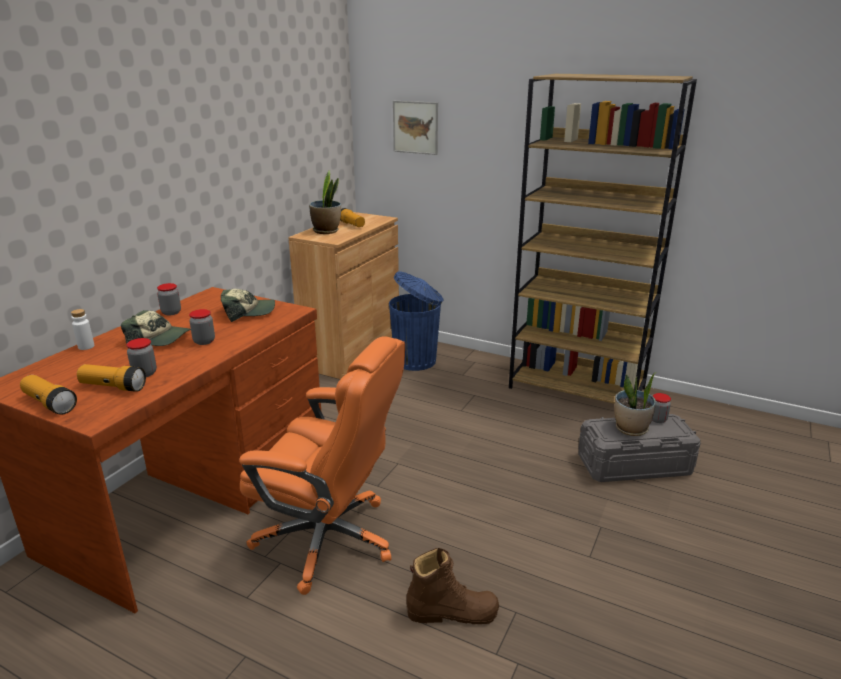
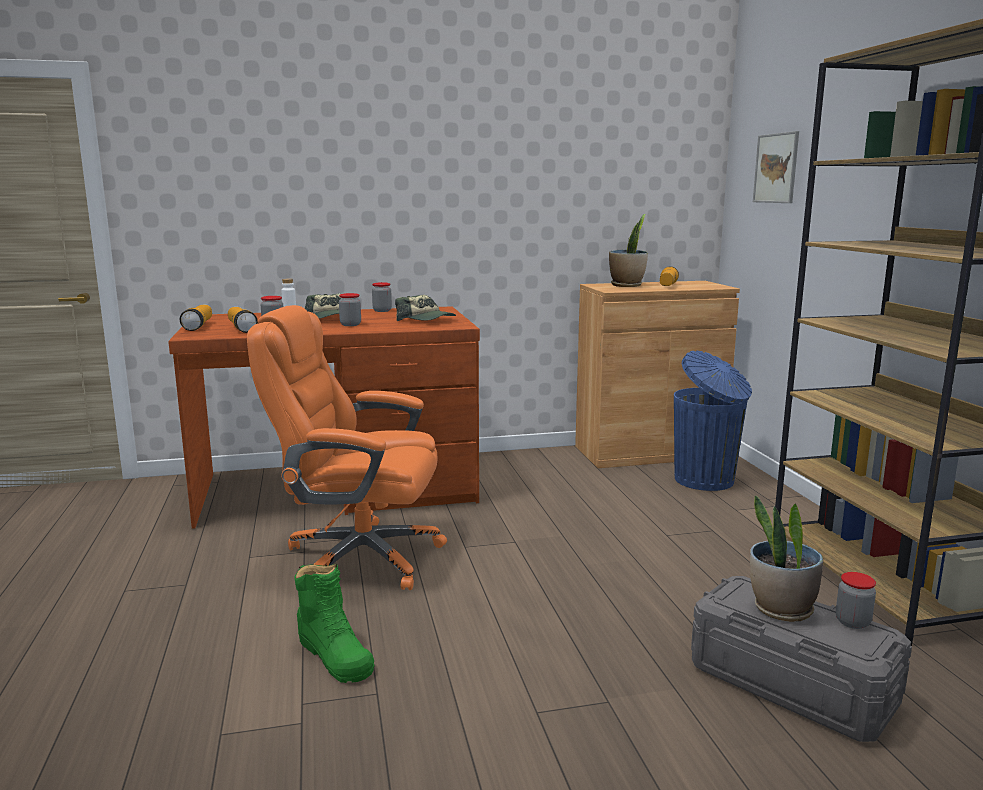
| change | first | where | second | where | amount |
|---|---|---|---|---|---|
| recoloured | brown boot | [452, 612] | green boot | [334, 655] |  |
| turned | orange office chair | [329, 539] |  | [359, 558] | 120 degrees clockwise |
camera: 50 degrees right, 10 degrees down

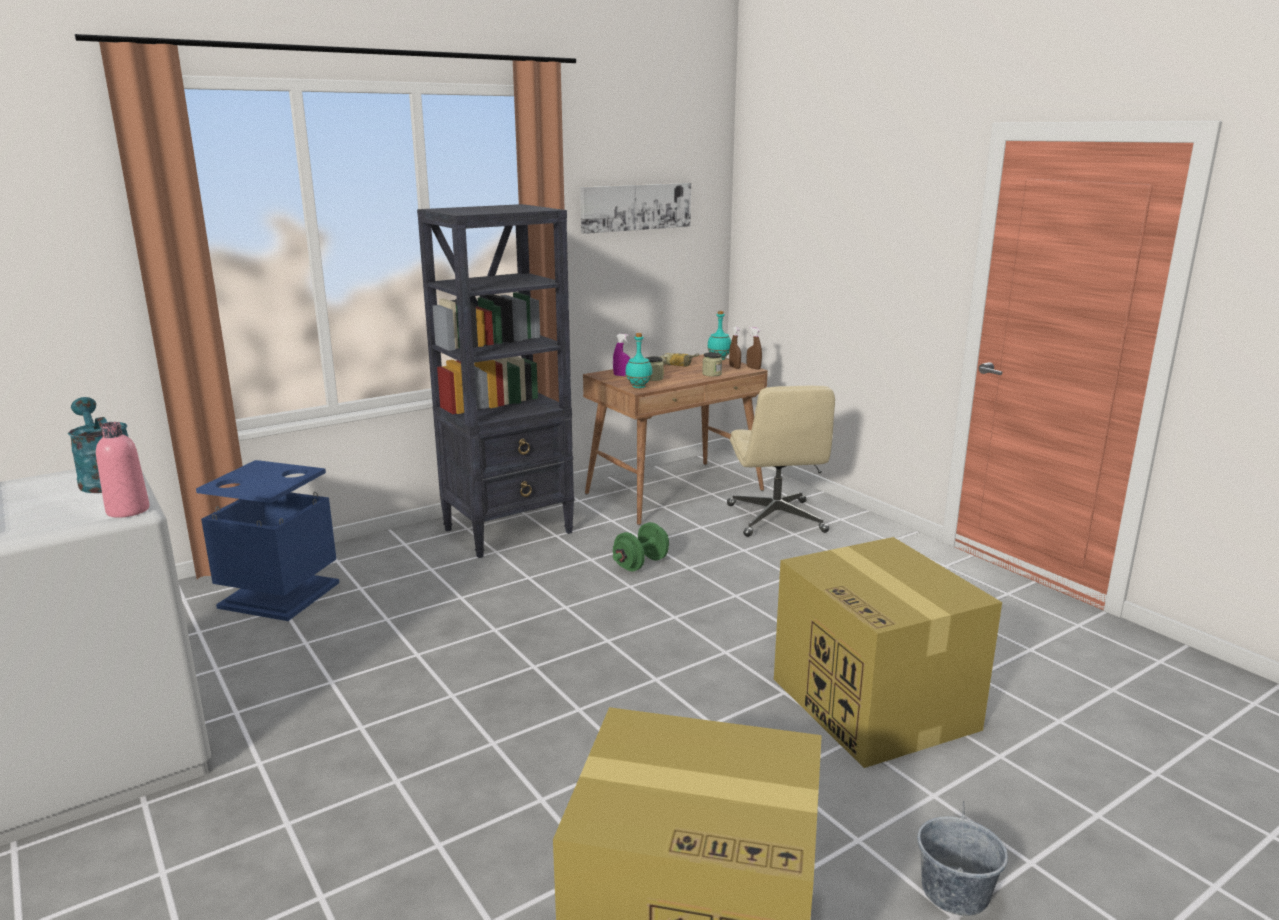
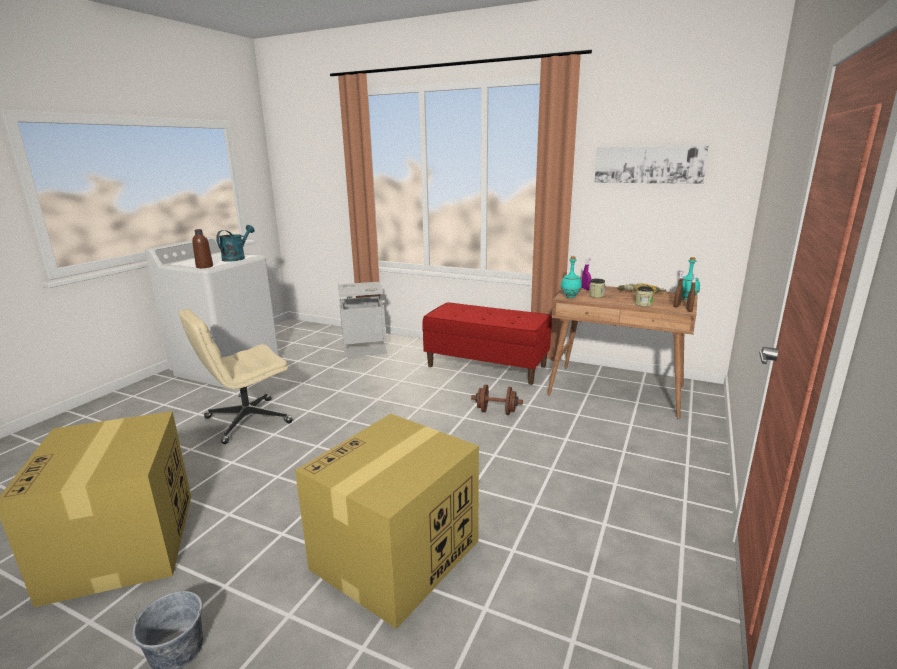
| change | first | where | second | where | amount |
|---|---|---|---|---|---|
| moved | beige office chair | [776, 519] |  | [247, 421] |  |
| replaced | black bookcase | [509, 531] | red bench | [487, 366] |  |
| recoloured | pink bottle | [128, 510] | brown bottle | [204, 266] |  |
| recoloured | blue trash can | [281, 595] | grey trash can | [364, 348] |  |
| recoloured | green dumbbell | [641, 564] | brown dumbbell | [496, 412] |  |
camera: 60 degrees right, 0 degrees up

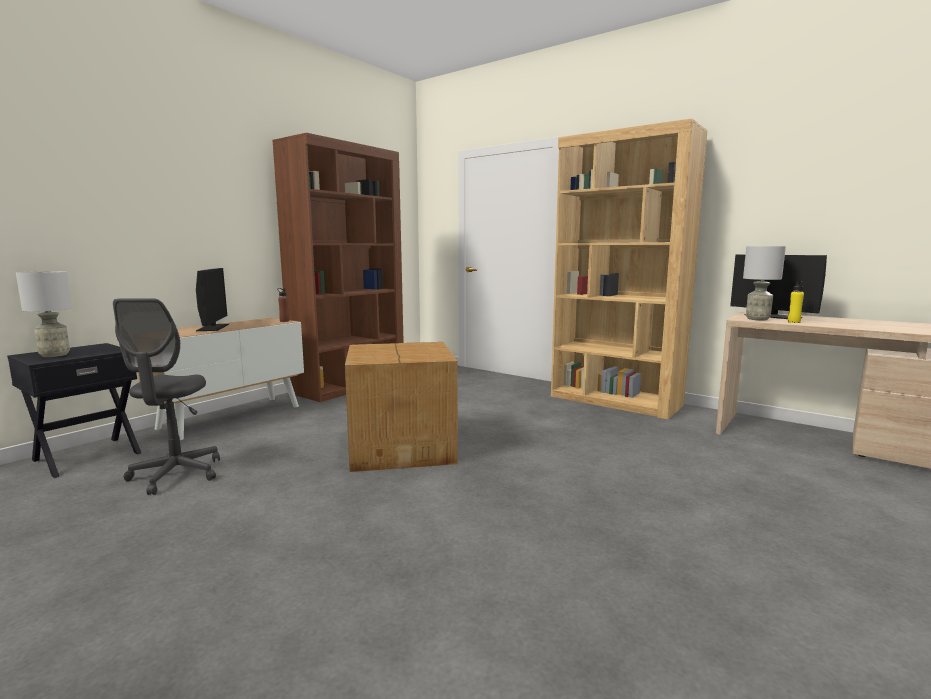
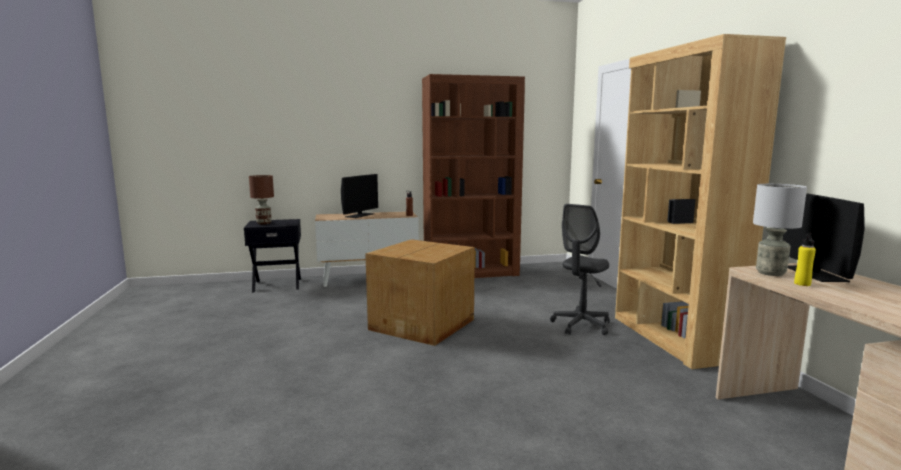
| change | first | where | second | where | amount |
|---|---|---|---|---|---|
| moved | grey office chair | [176, 475] |  | [581, 325] |  |
| recoloured | grey table lamp | [55, 355] | brown table lamp | [264, 223] |  |
camera: 40 degrees right, 0 degrees up

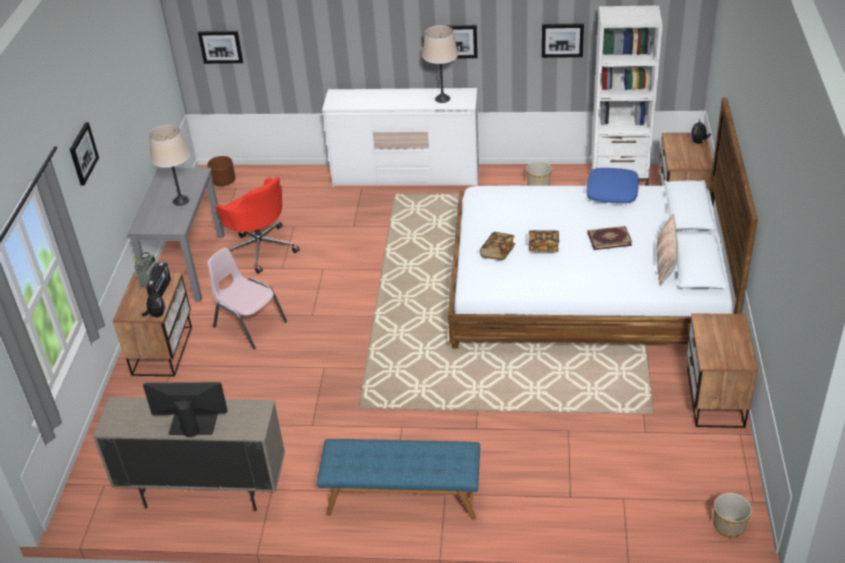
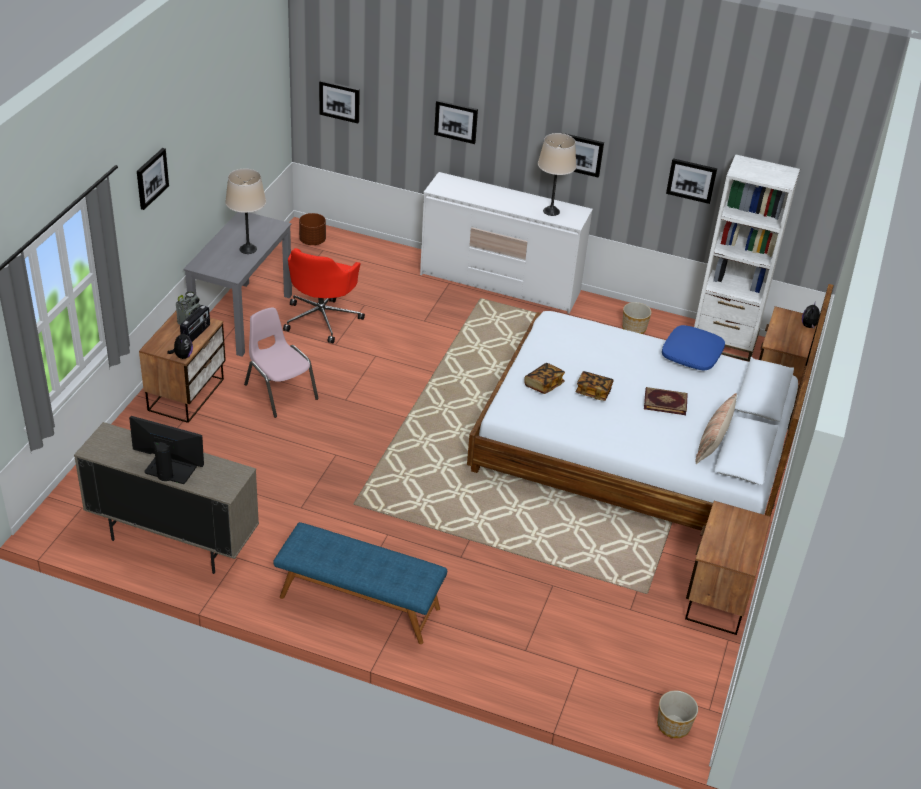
| change | first | where | second | where | amount |
|---|---|---|---|---|---|
| added |  |  | picture | [456, 121] |  |
| turned | red office chair | [260, 248] |  | [322, 318] | 45 degrees clockwise |
camera: 10 degrees right, 0 degrees up

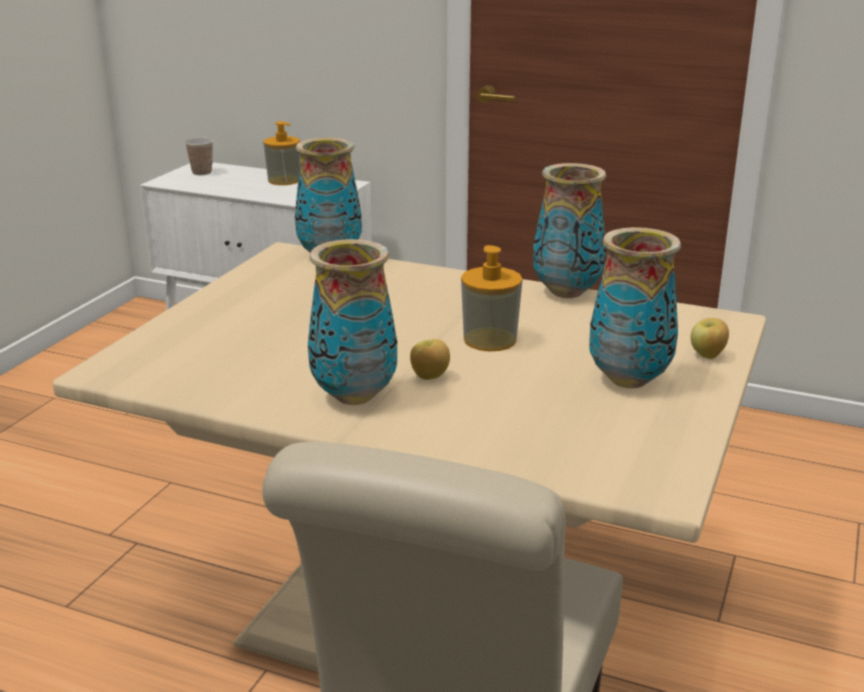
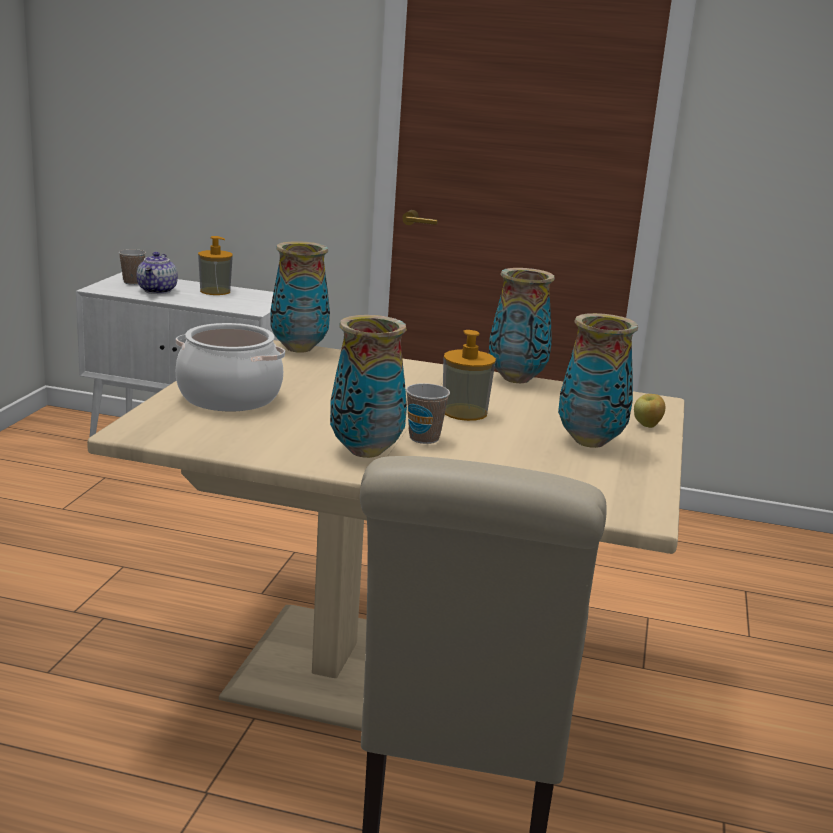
| change | first | where | second | where | amount |
|---|---|---|---|---|---|
| added |  |  | teapot | [158, 291] |  |
| added |  |  | cooking pot | [228, 397] |  |
| replaced | apple | [429, 377] | cup | [424, 438] |  |
camera: 10 degrees left, 5 degrees down

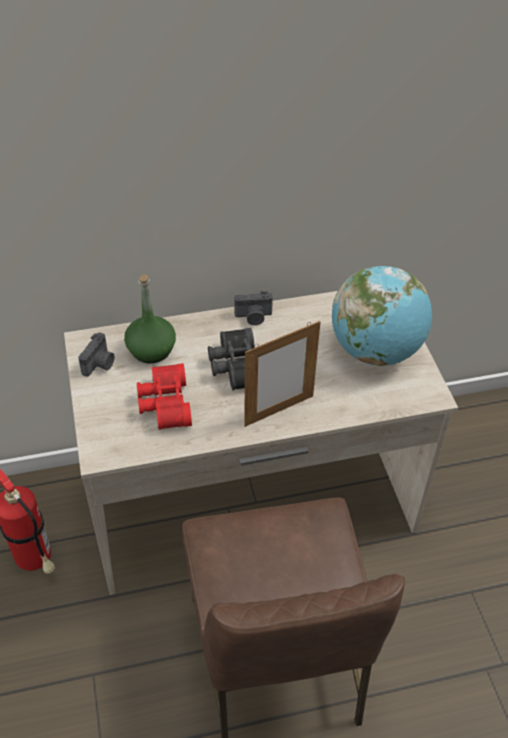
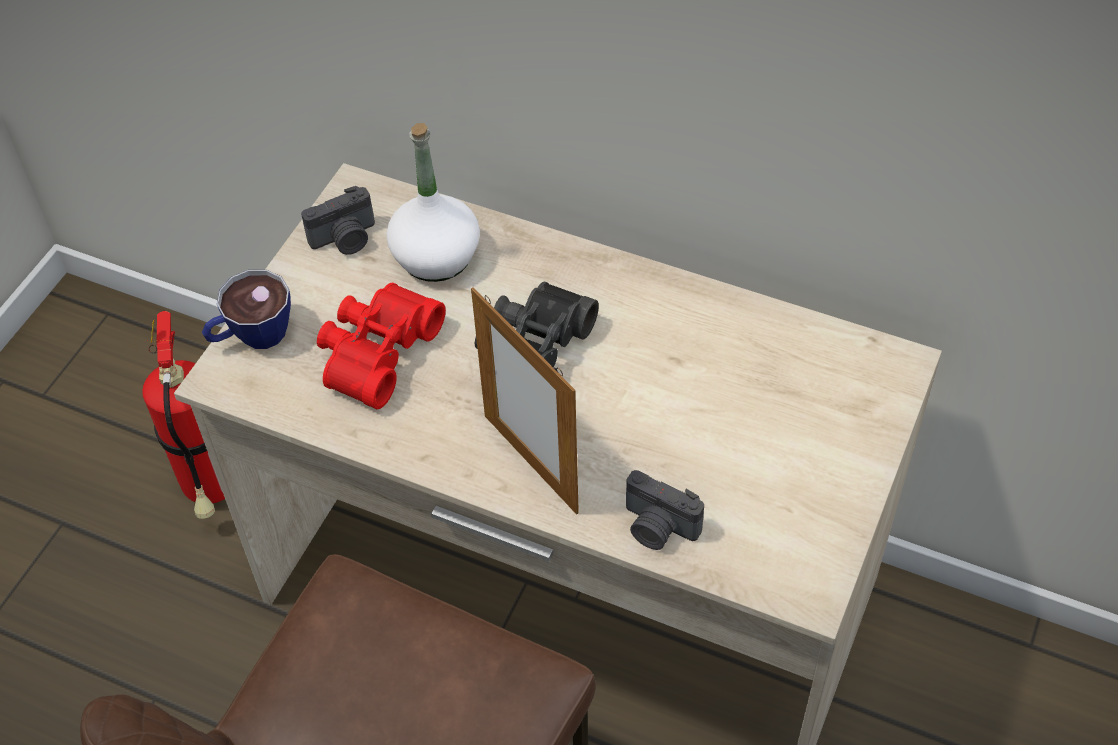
| change | first | where | second | where | amount |
|---|---|---|---|---|---|
| removed | globe | [376, 351] |  |  |  |
| added |  |  | cup | [252, 336] |  |
| moved | photo camera | [253, 317] |  | [657, 528] |  |
| recoloured | green bottle | [151, 350] | white bottle | [436, 257] |  |
| turned | picture frame | [279, 410] |  | [530, 463] | 45 degrees clockwise |
camera: 40 degrees right, 5 degrees up

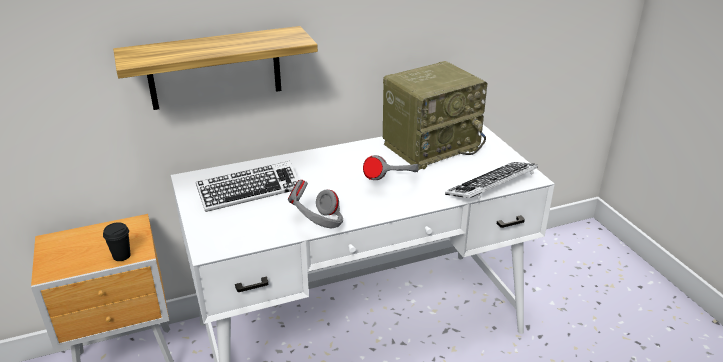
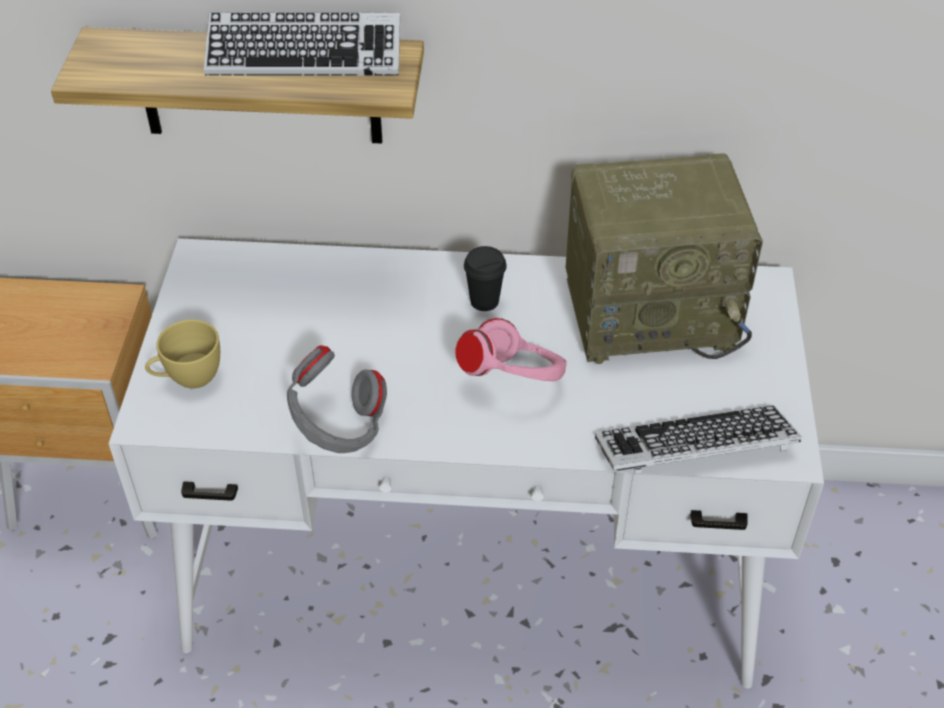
| change | first | where | second | where | amount |
|---|---|---|---|---|---|
| added |  |  | yellow cup | [188, 378] |  |
| moved | black cup | [122, 256] |  | [484, 301] |  |
| moved | keyboard | [249, 191] |  | [304, 56] |  |
| recoloured | grey headphones | [390, 185] | pink headphones | [513, 381] |  |
camera: 25 degrees right, 15 degrees up

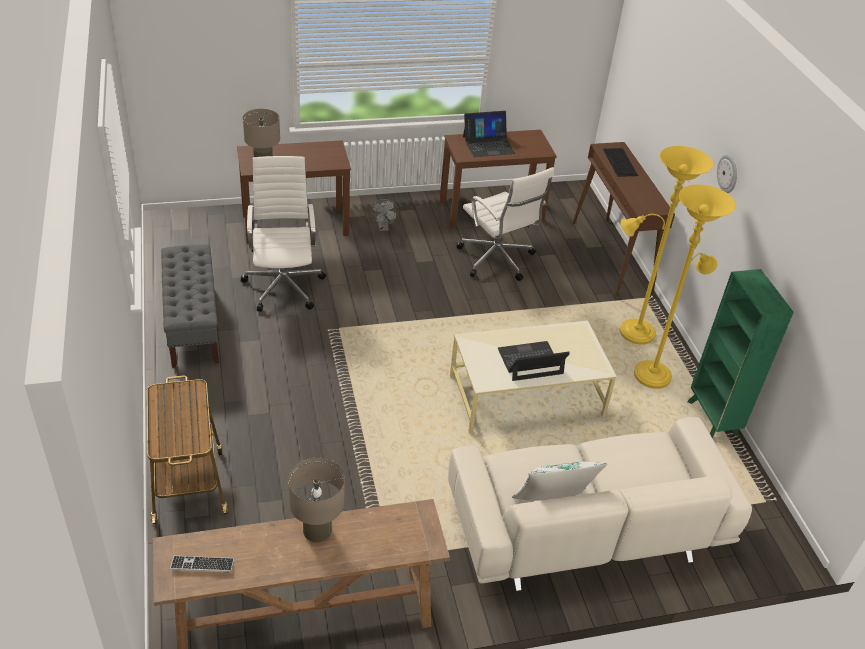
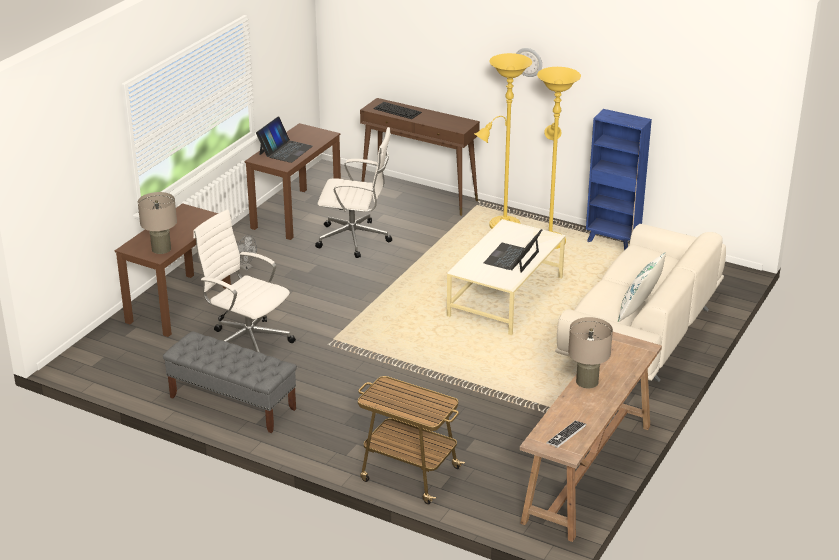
| change | first | where | second | where | amount |
|---|---|---|---|---|---|
| recoloured | green bookcase | [712, 419] | blue bookcase | [612, 242] |  |
camera: 45 degrees left, 10 degrees down

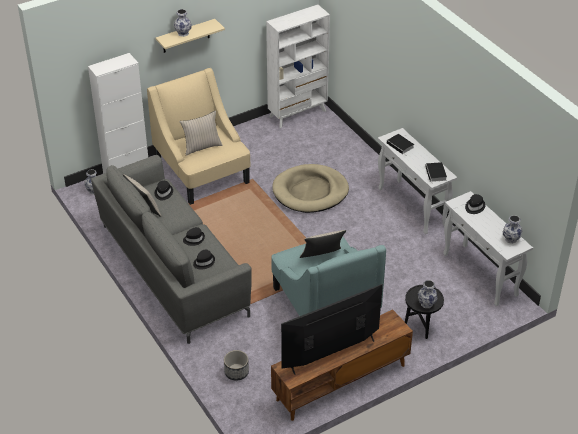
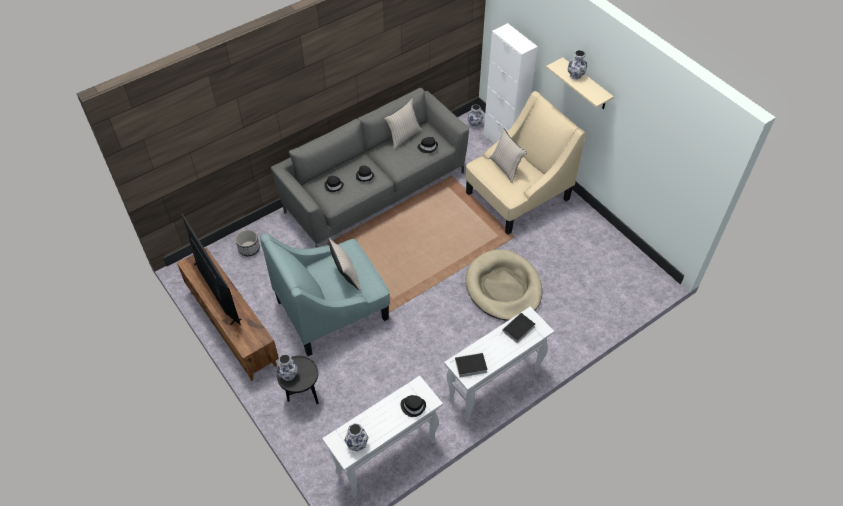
| change | first | where | second | where | amount |
|---|---|---|---|---|---|
| removed | white bookcase | [298, 113] |  |  |  |
camera: 85 degrees right, 10 degrees up

